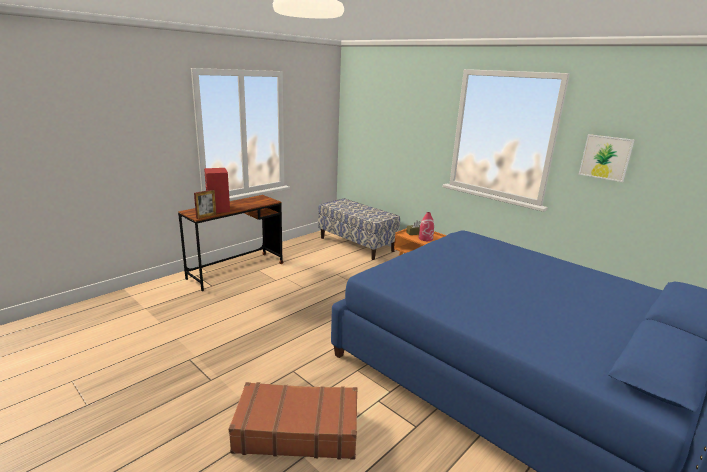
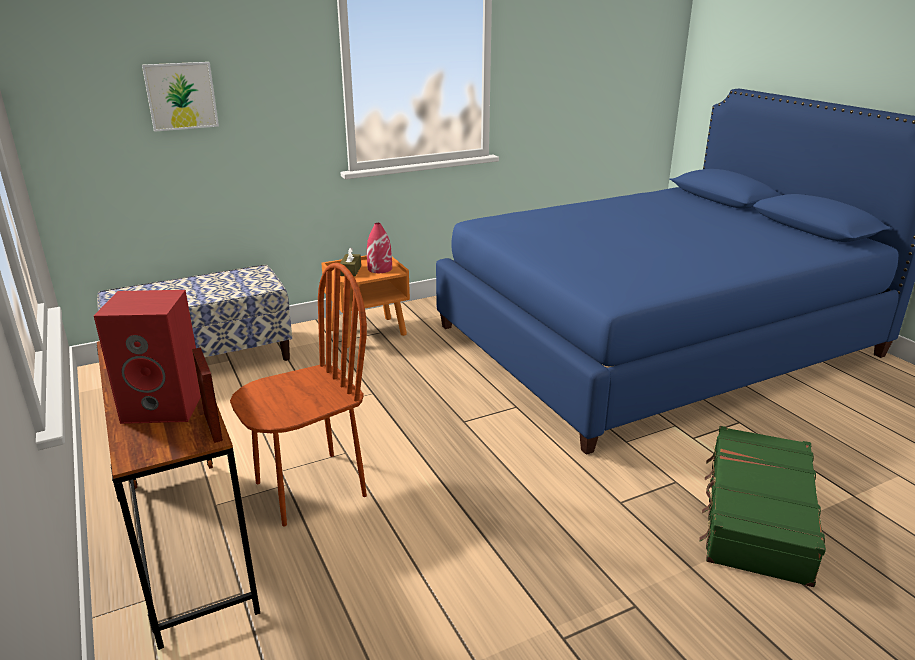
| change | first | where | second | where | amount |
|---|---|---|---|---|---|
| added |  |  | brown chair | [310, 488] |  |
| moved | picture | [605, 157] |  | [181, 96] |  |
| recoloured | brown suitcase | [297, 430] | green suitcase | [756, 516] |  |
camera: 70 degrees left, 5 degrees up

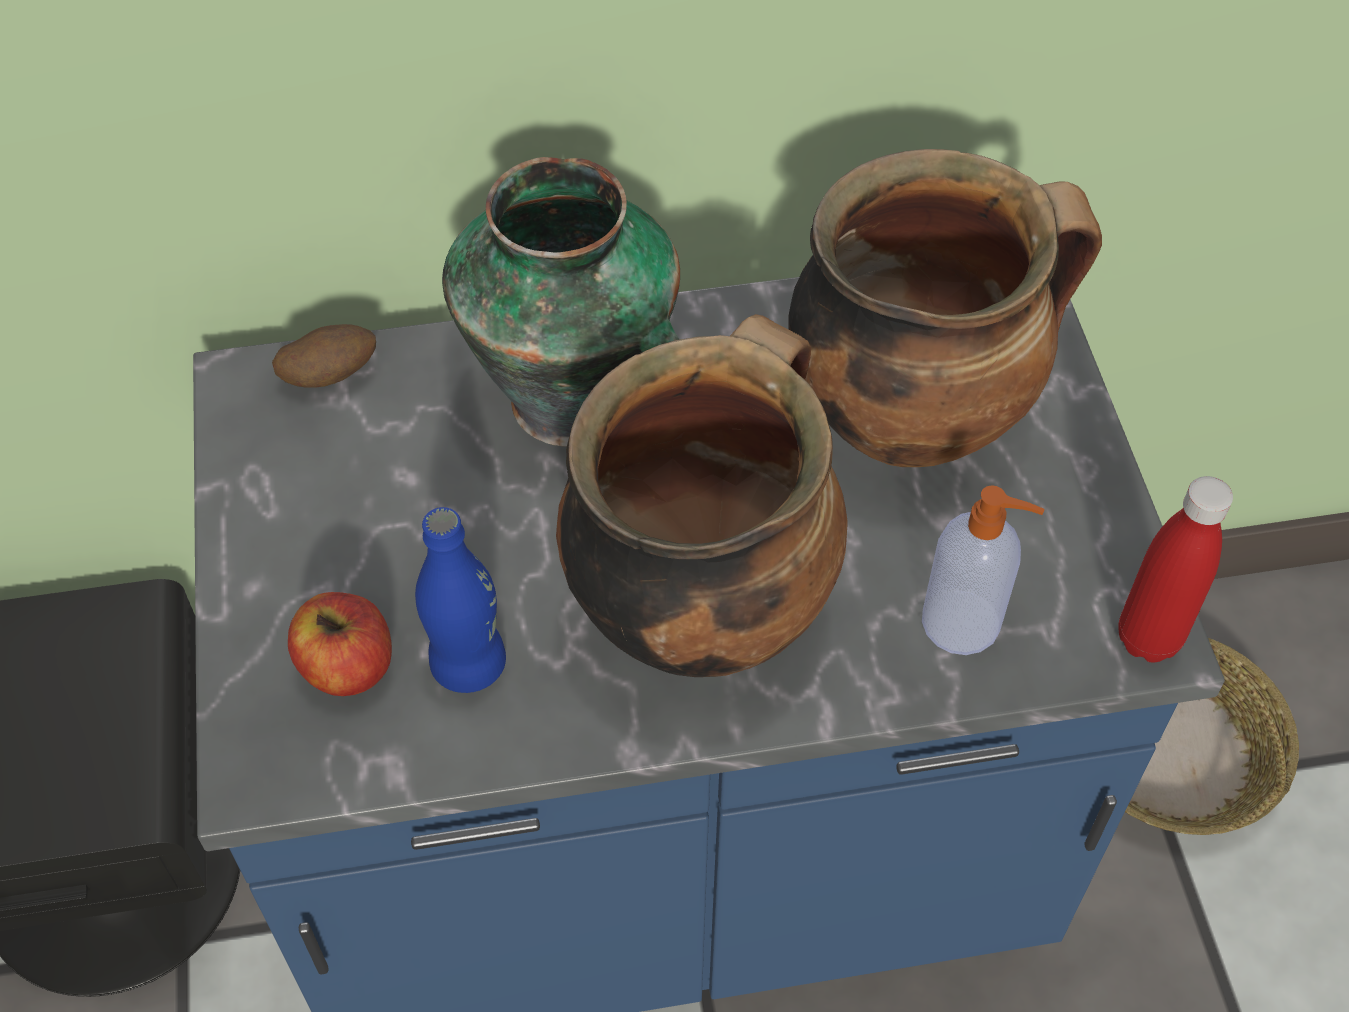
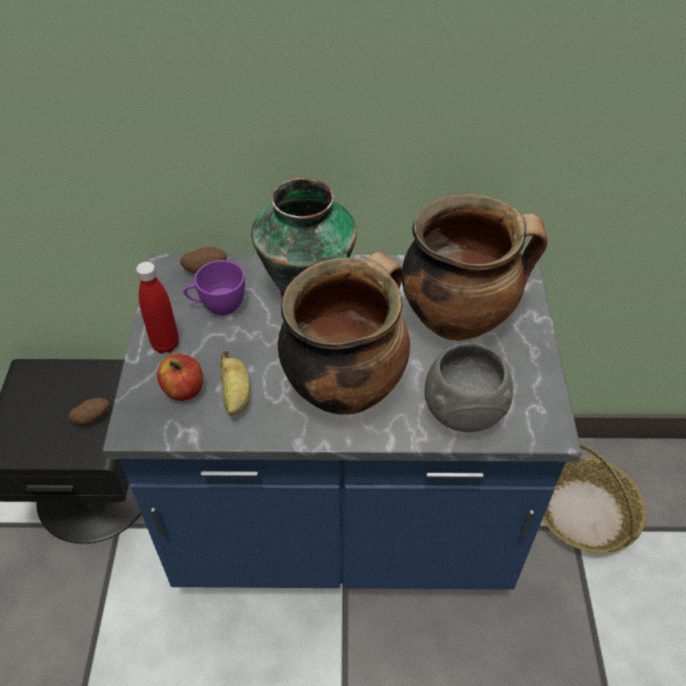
| change | first | where | second | where | amount |
|---|---|---|---|---|---|
| added |  |  | potato | [92, 418] |  |
| added |  |  | purple cup | [218, 306] |  |
| moved | red bottle | [1148, 638] |  | [165, 344] |  |
| replaced | blue bottle | [468, 665] | banana | [236, 396] |  |
| replaced | soap dispenser | [964, 623] | grey bowl | [463, 410] |  |
camera: 10 degrees right, 5 degrees down

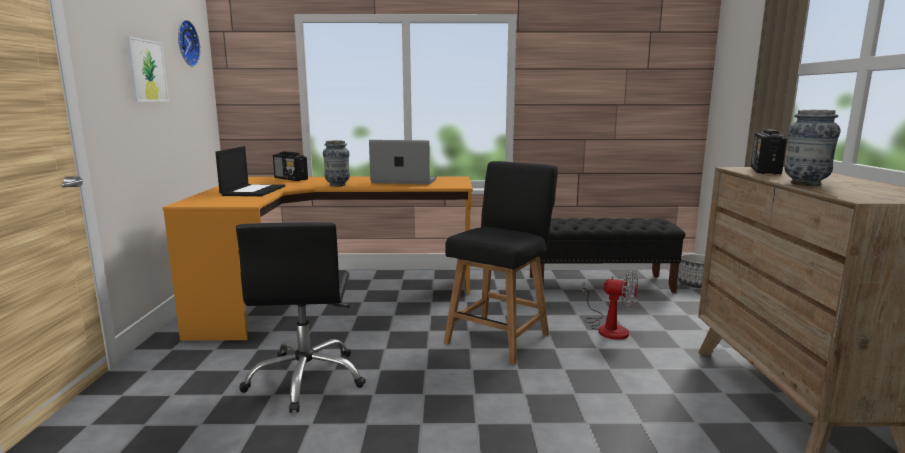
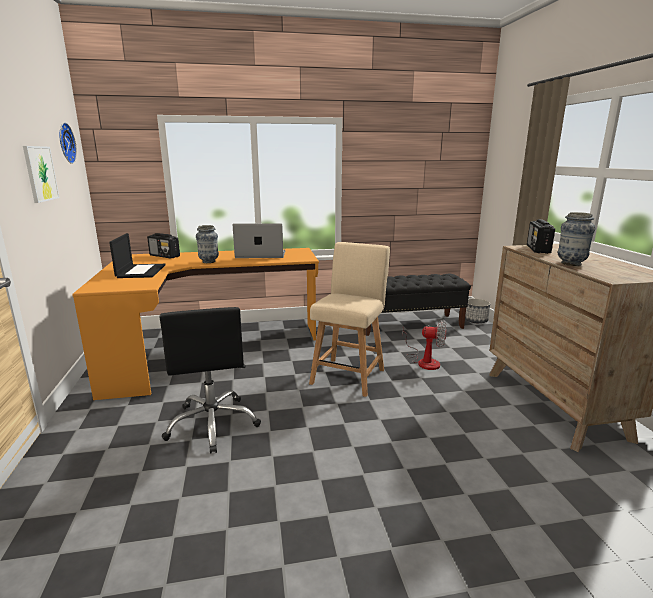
| change | first | where | second | where | amount |
|---|---|---|---|---|---|
| recoloured | black chair | [500, 337] | beige chair | [349, 375] |  |
camera: 10 degrees left, 5 degrees up

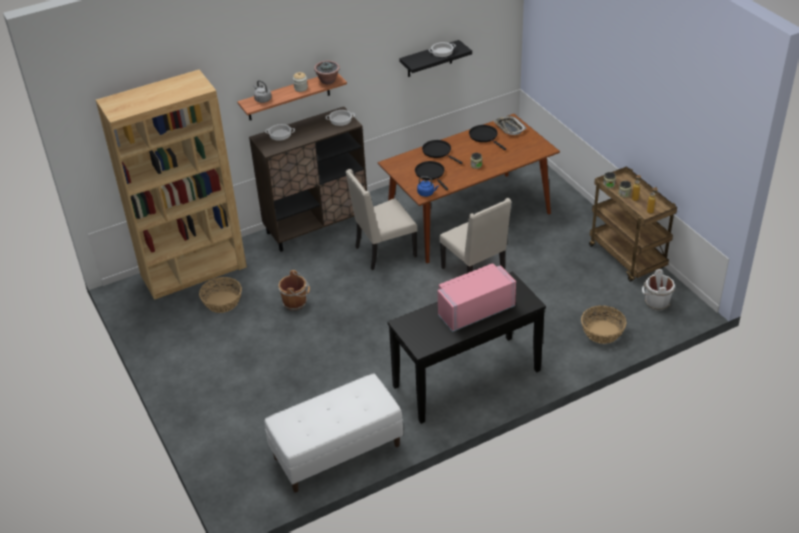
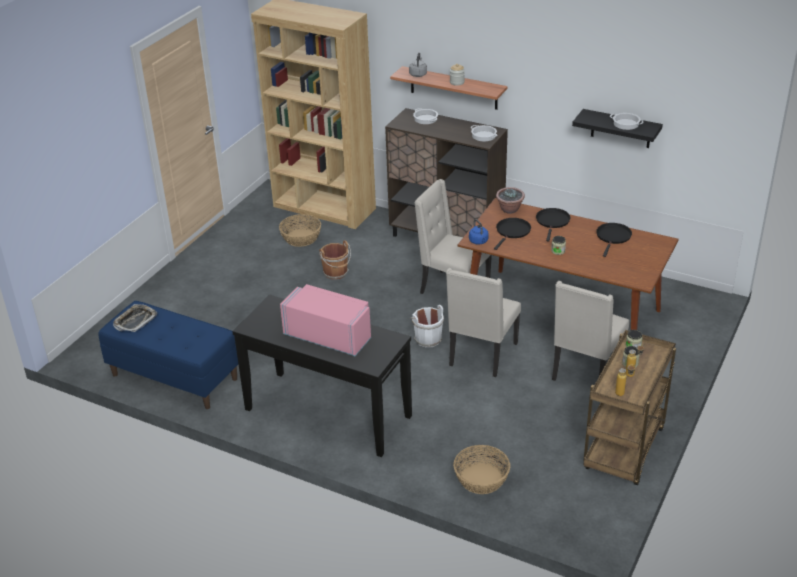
| change | first | where | second | where | amount |
|---|---|---|---|---|---|
| added |  |  | beige chair | [585, 371] |  |
| moved | potted plant | [328, 81] |  | [509, 210] |  |
| moved | tray | [509, 127] |  | [135, 321] |  |
| moved | white bucket | [655, 302] |  | [427, 338] |  |
| recoloured | white bench | [337, 452] | blue bench | [174, 377] |  |
camera: 55 degrees right, 5 degrees down

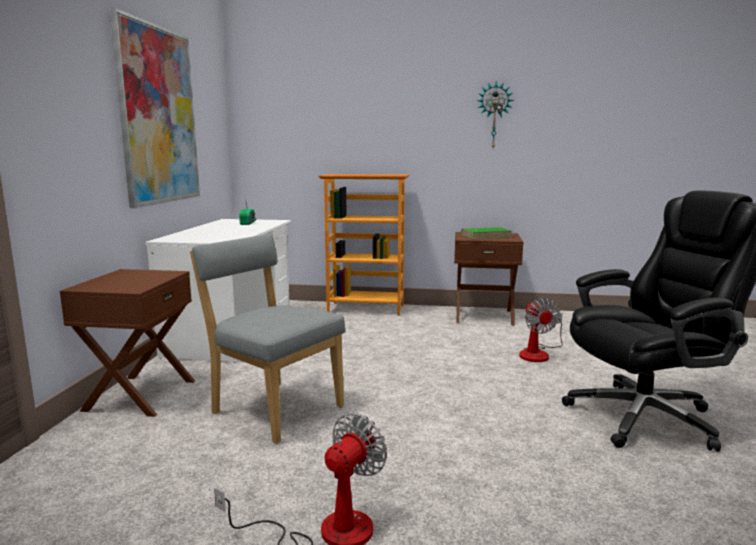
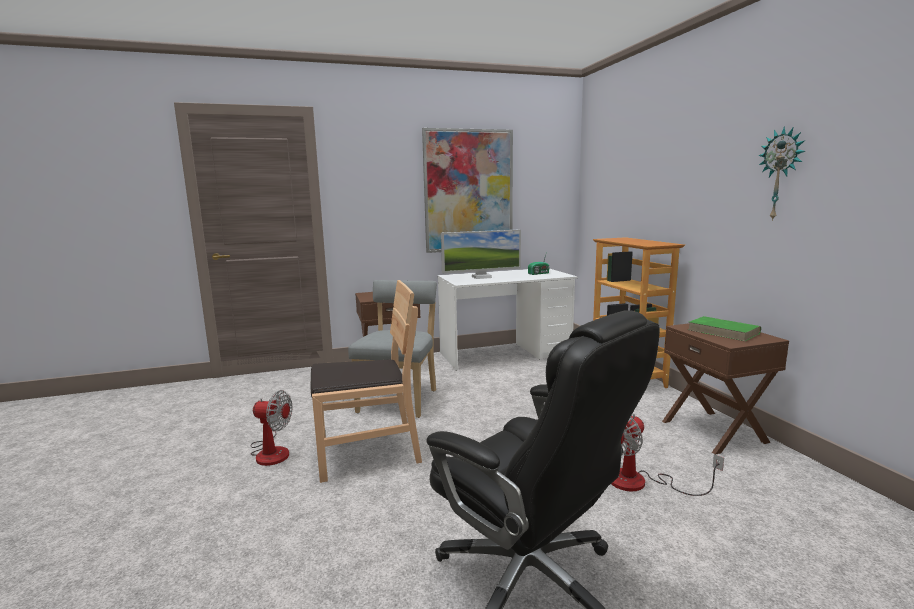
| change | first | where | second | where | amount |
|---|---|---|---|---|---|
| added |  |  | brown chair | [367, 451] |  |
| added |  |  | monitor | [481, 277] |  |
camera: 65 degrees right, 0 degrees up

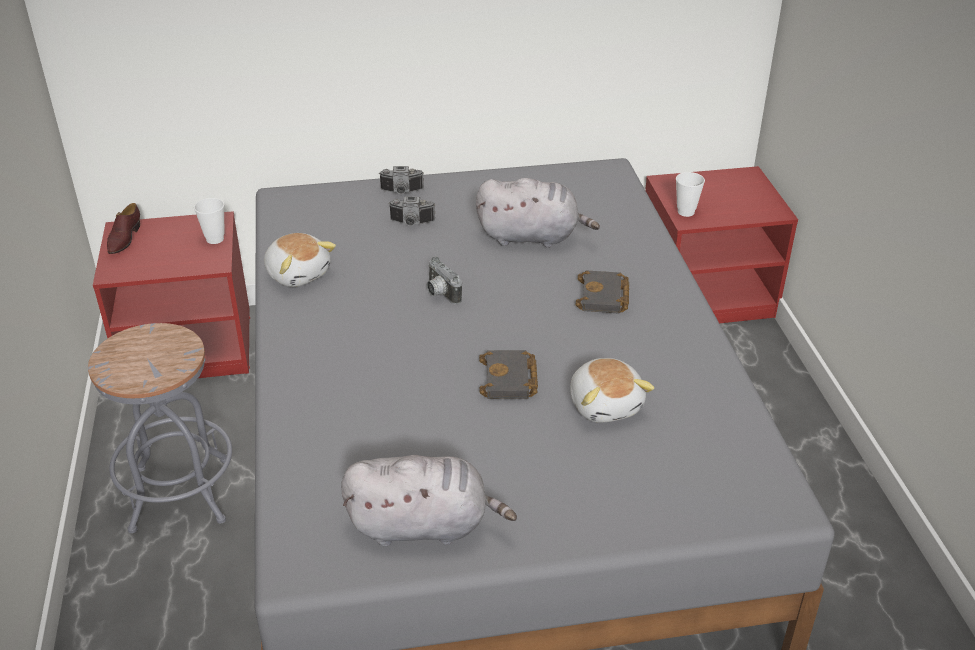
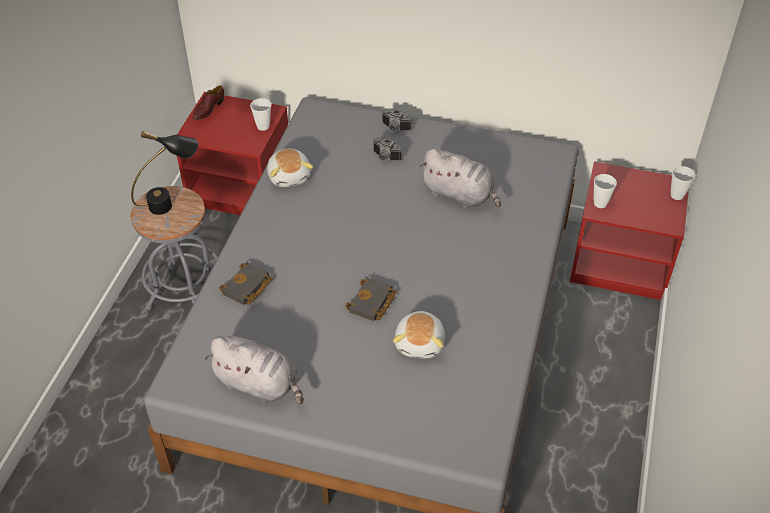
| change | first | where | second | where | amount |
|---|---|---|---|---|---|
| removed | photo camera | [440, 294] |  |  |  |
| added |  |  | black table lamp | [171, 203] |  |
| added |  |  | cup | [677, 195] |  |
| moved | black book | [604, 297] |  | [247, 288] |  |
camera: 25 degrees right, 10 degrees up

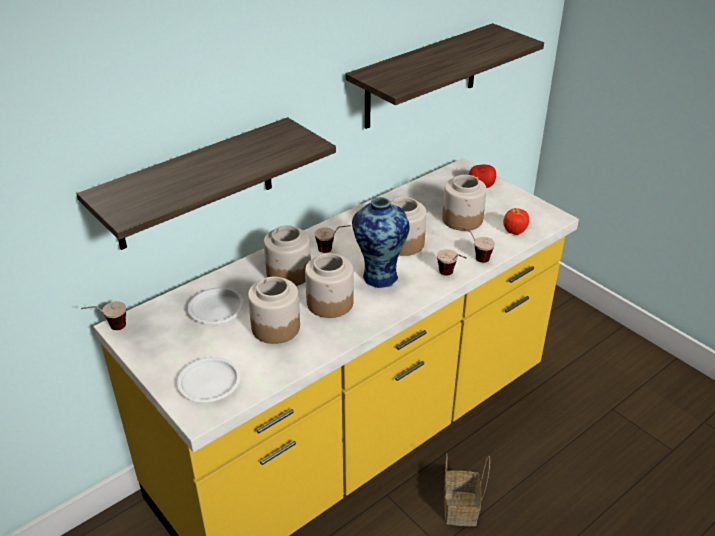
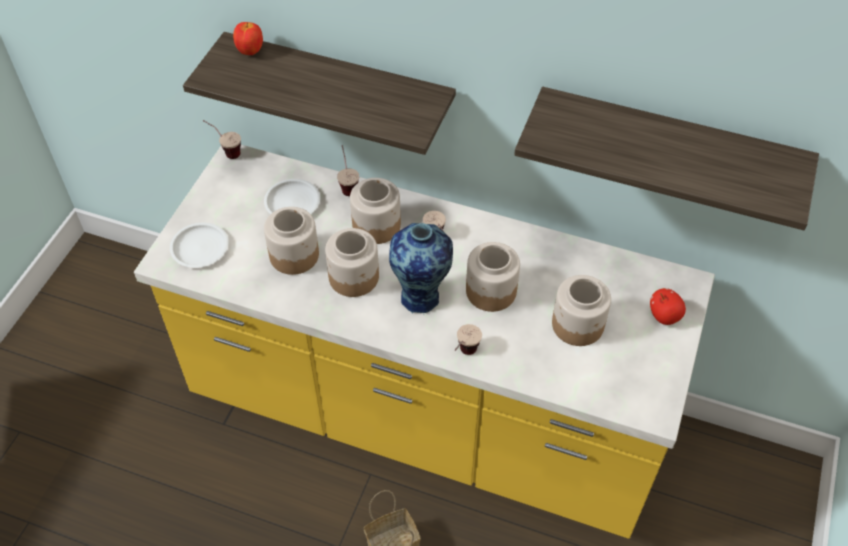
| change | first | where | second | where | amount |
|---|---|---|---|---|---|
| moved | cup | [474, 257] |  | [347, 184] |  |
| moved | apple | [514, 232] |  | [250, 51] |  |
camera: 60 degrees right, 15 degrees up

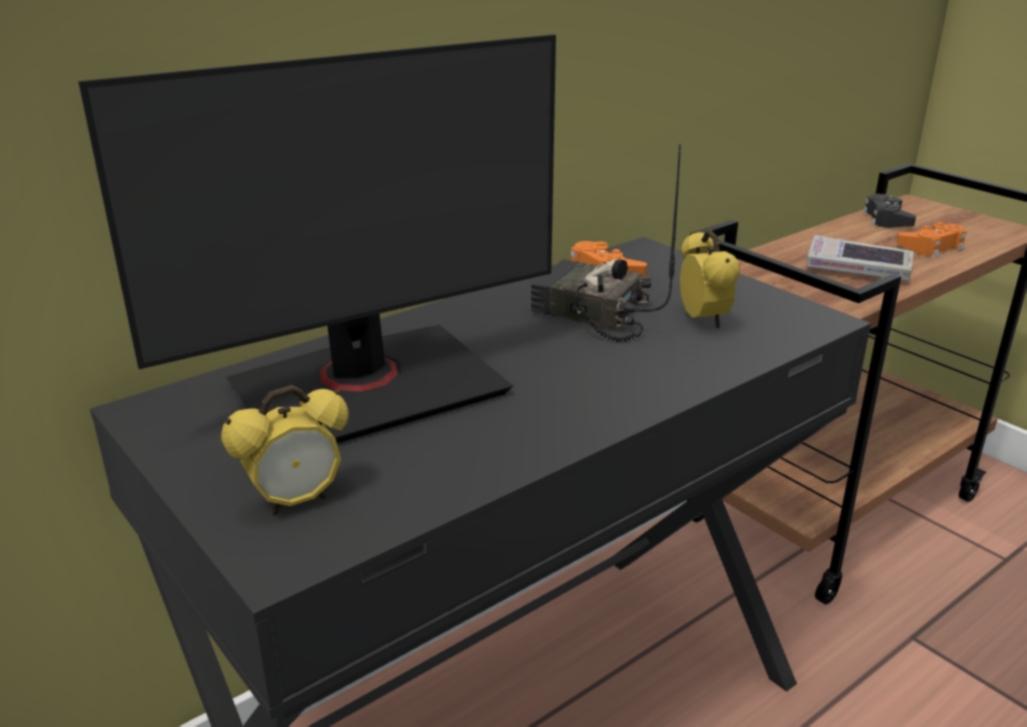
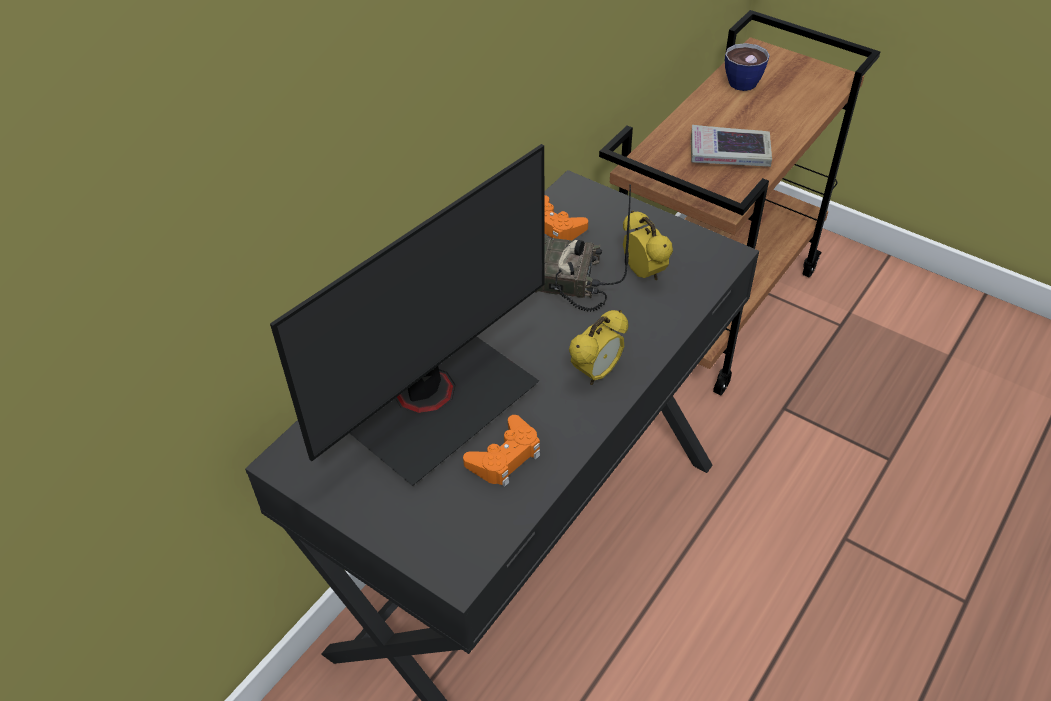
| change | first | where | second | where | amount |
|---|---|---|---|---|---|
| moved | alarm clock | [296, 502] |  | [596, 373] |  |
| moved | orange game controller | [931, 247] |  | [505, 457] |  |
| replaced | black game controller | [886, 219] | cup | [740, 79] |  |
camera: 15 degrees left, 20 degrees up

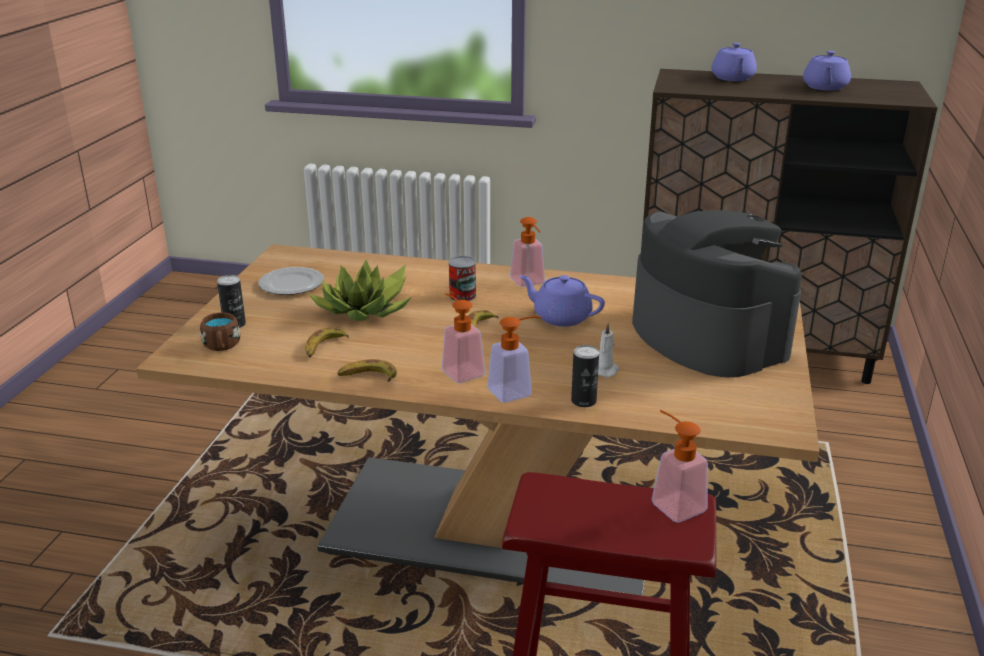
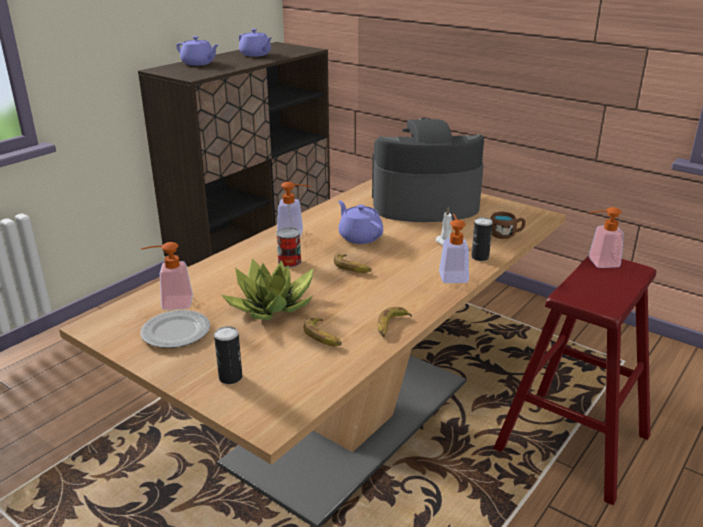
| change | first | where | second | where | amount |
|---|---|---|---|---|---|
| moved | brown mug | [222, 346] |  | [505, 234] |  |
| moved | soap dispenser | [459, 370] |  | [171, 303] |  |
| turned | purple teapot | [561, 317] |  | [359, 237] | 90 degrees clockwise |
camera: 65 degrees left, 0 degrees up

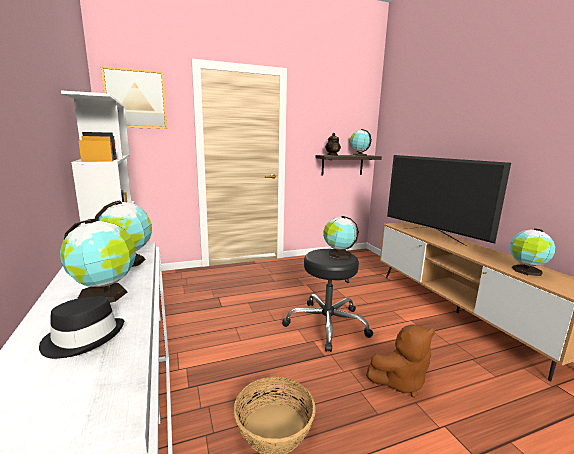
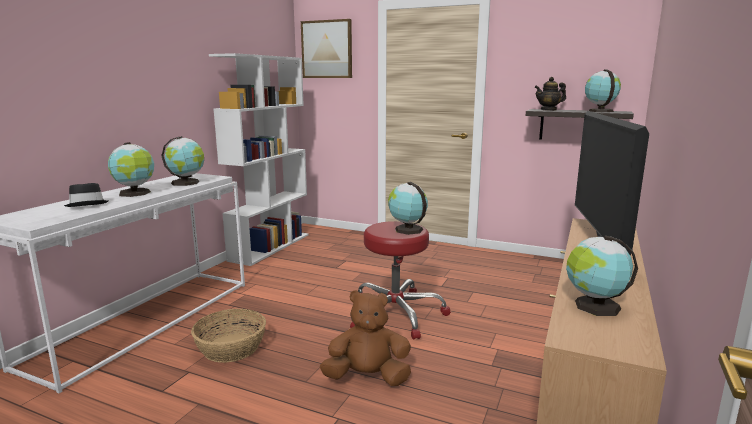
| change | first | where | second | where | amount |
|---|---|---|---|---|---|
| recoloured | black stool | [327, 324] | red stool | [396, 314] |  |
| turned | brown plush toy | [400, 382] |  | [368, 377] | 150 degrees clockwise |
camera: 45 degrees right, 0 degrees up

